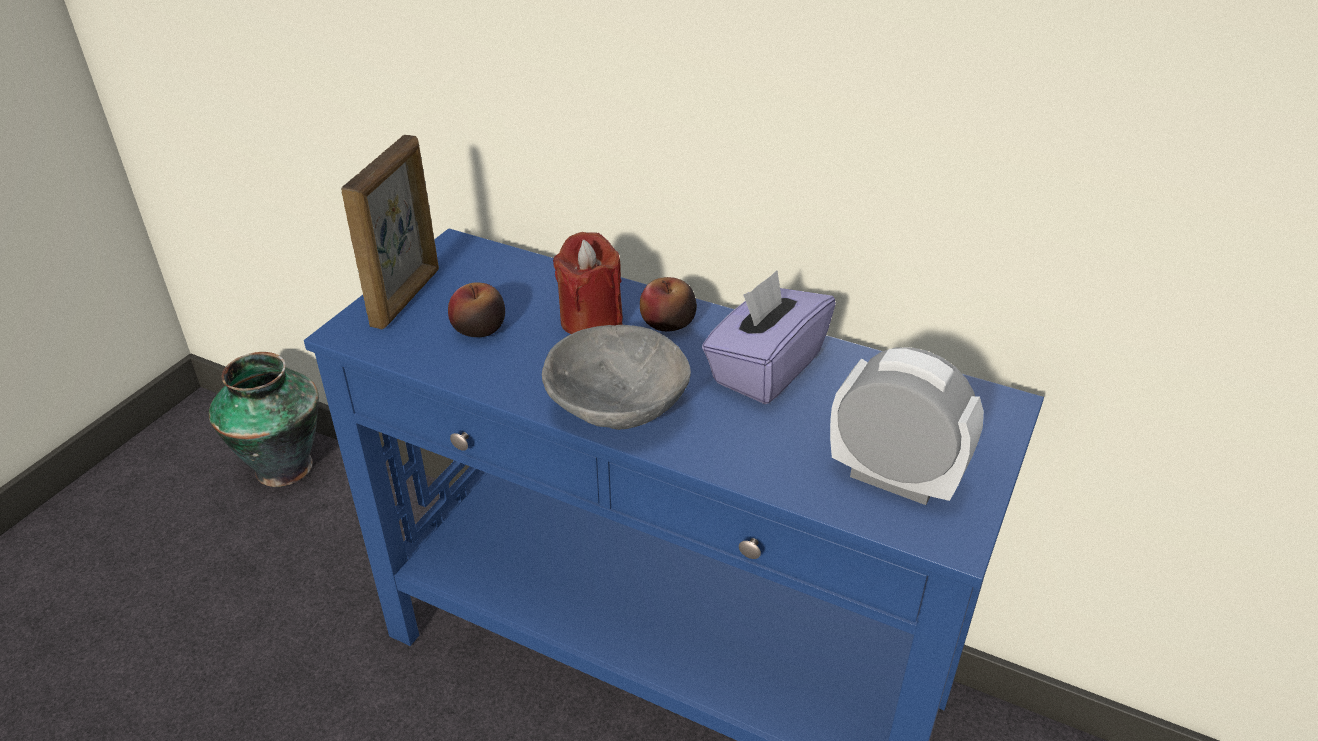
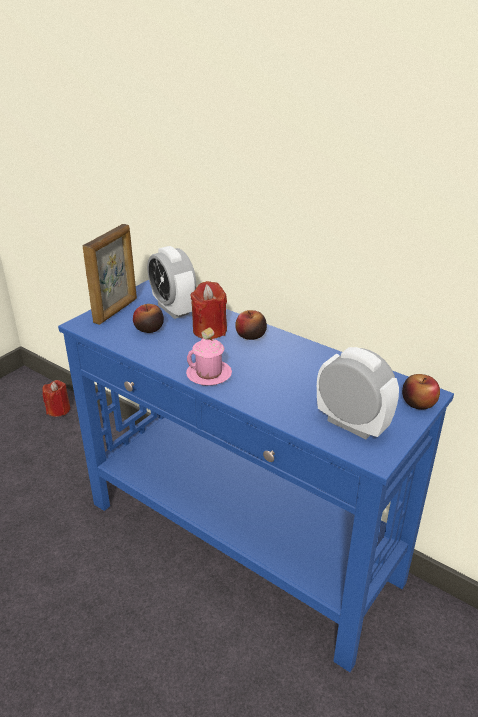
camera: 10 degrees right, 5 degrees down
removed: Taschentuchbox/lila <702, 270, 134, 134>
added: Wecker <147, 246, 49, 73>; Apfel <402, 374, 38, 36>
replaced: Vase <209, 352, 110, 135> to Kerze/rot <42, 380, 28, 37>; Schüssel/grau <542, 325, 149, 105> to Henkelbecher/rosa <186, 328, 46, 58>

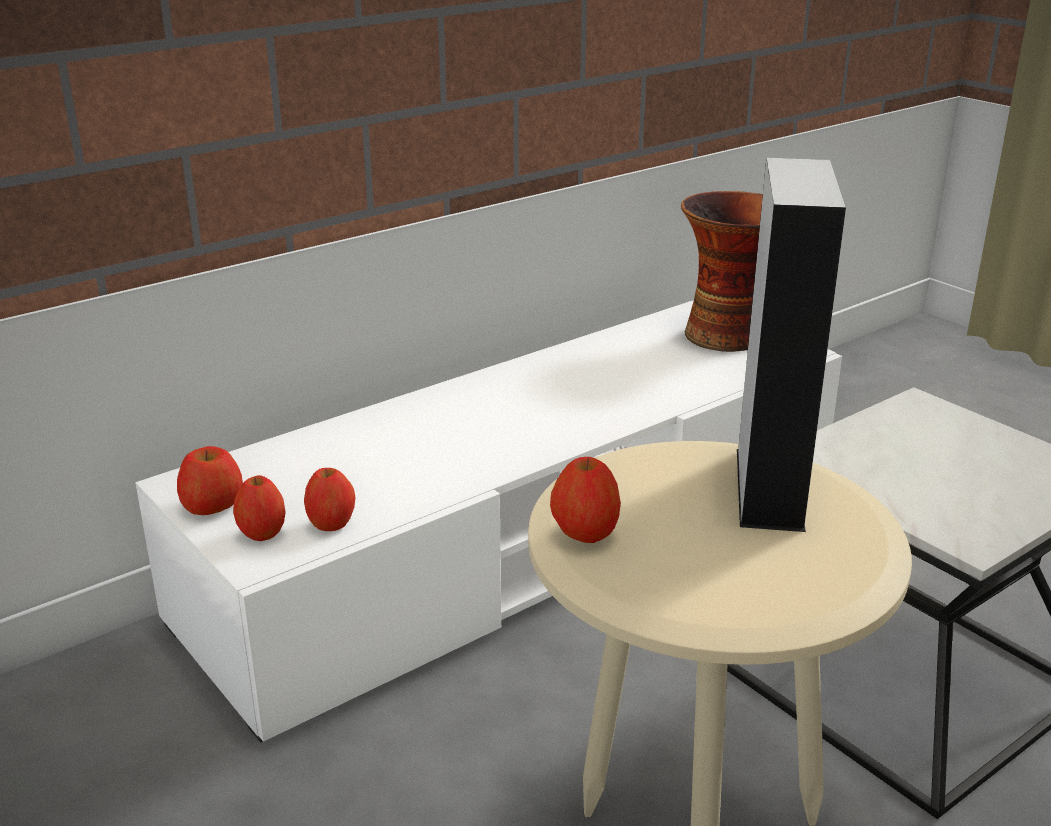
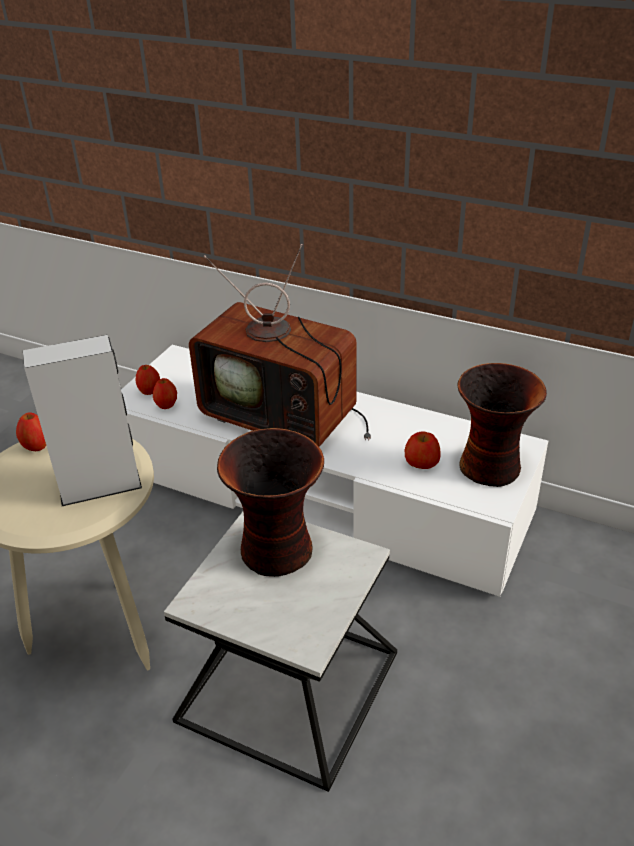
camera: 65 degrees right, 10 degrees up
added: Fernseher <189, 244, 182, 203>; Vase <217, 428, 107, 149>
moved: Apfel <177, 446, 66, 69> to <405, 432, 36, 37>

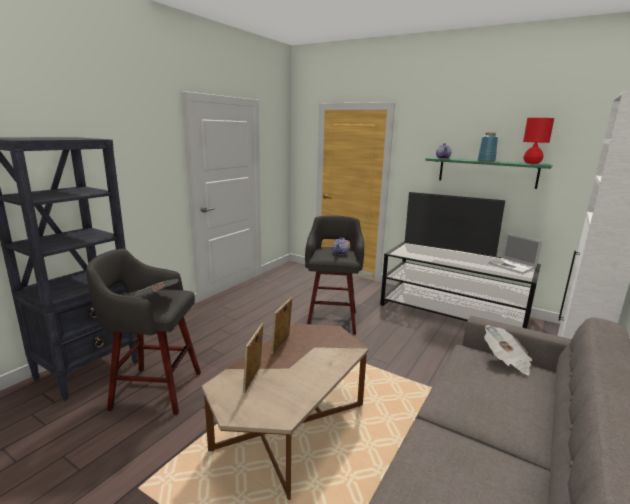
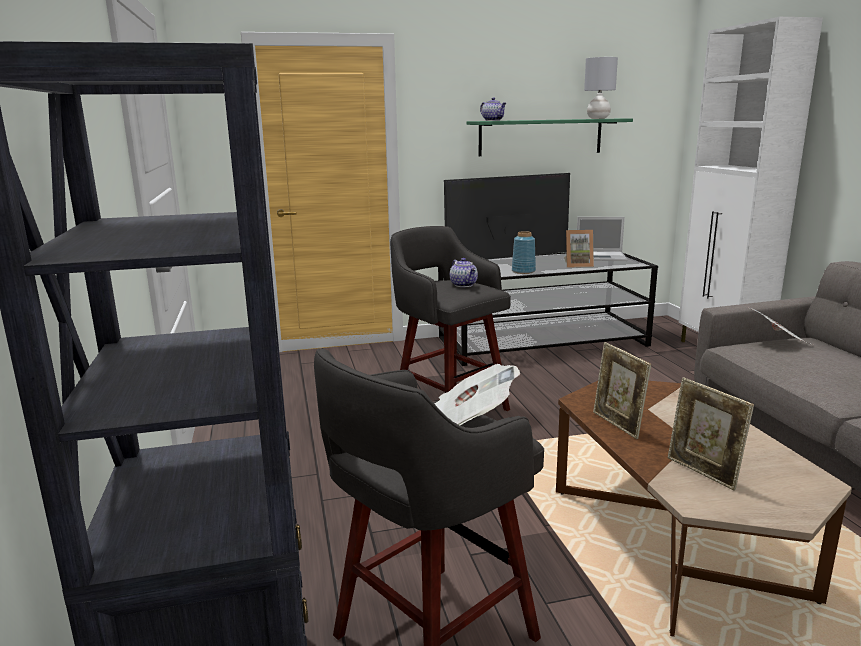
camera: 45 degrees left, 0 degrees up
added: Bilderrahmen <564, 230, 30, 38>
moved: Vase/blau <478, 132, 20, 30> to <512, 231, 24, 43>
recoloured: Tischlampe/rot <523, 118, 31, 46> to Tischlampe/grau <584, 57, 34, 62>

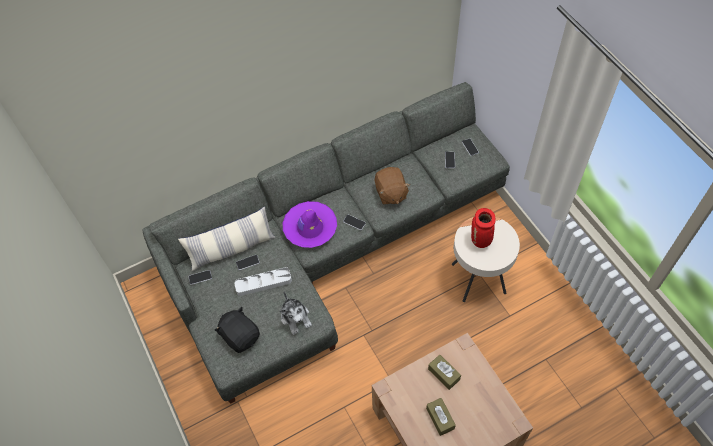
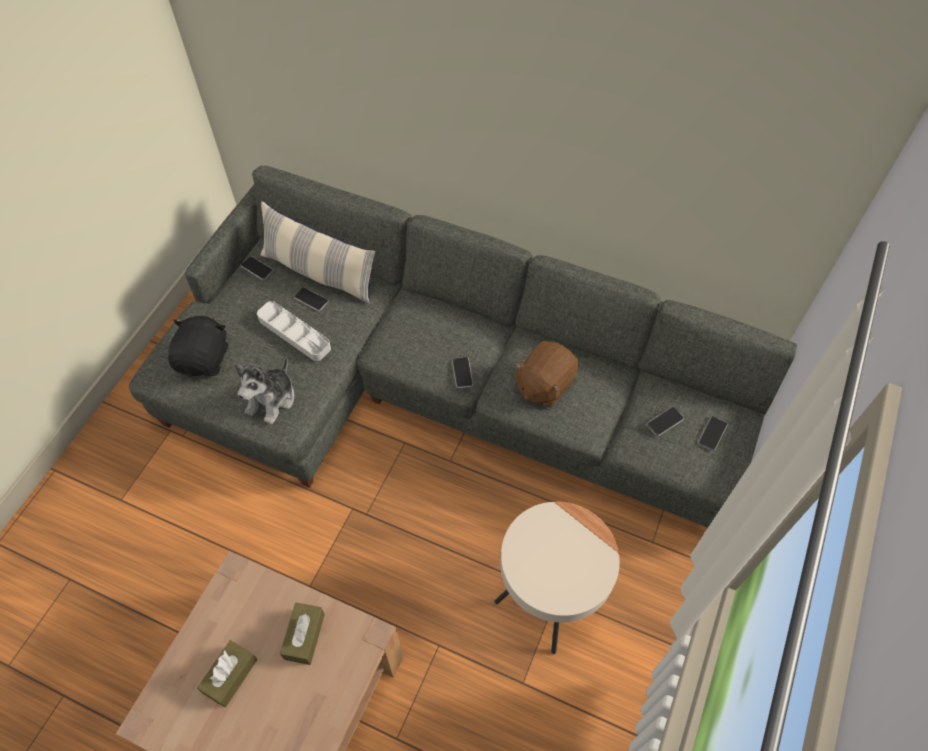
camera: 50 degrees right, 0 degrees up
removed: Hut/lila <283, 201, 54, 47>; Vase/rot <471, 208, 25, 40>

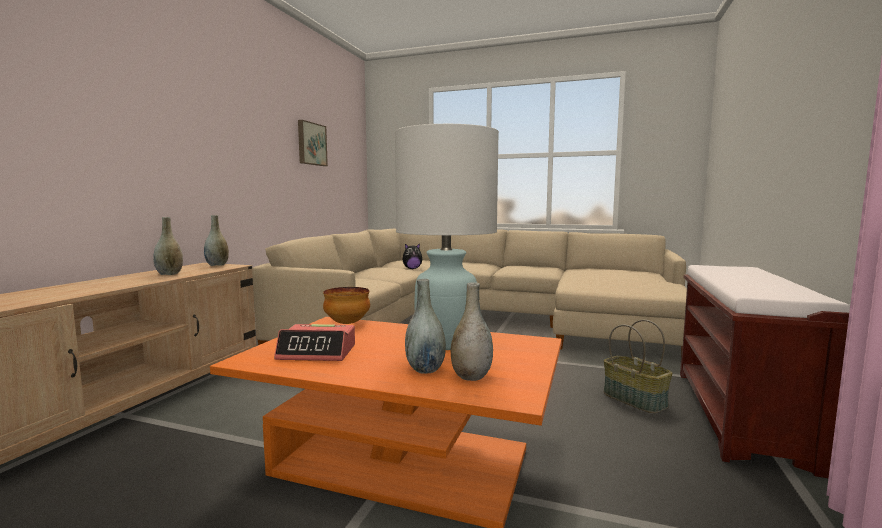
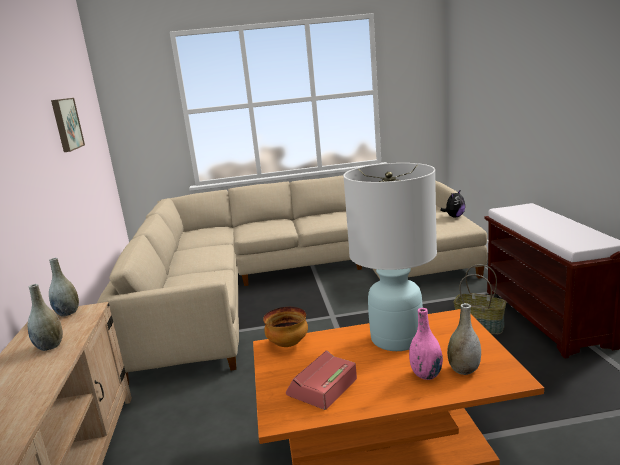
camera: 25 degrees left, 10 degrees up
moved: Plüschtier <403, 244, 19, 25> to <441, 189, 24, 28>
recoloured: Vase/grau <405, 279, 41, 95> to Vase/rosa <409, 308, 34, 72>
turned: Wecker <274, 324, 81, 37> = <286, 350, 71, 60> 150 degrees clockwise

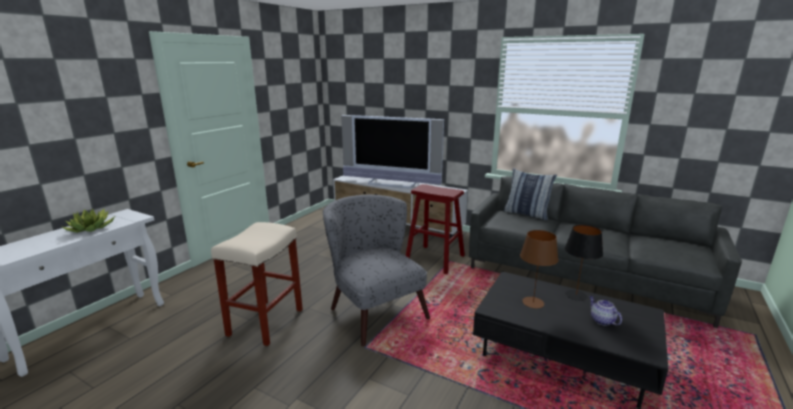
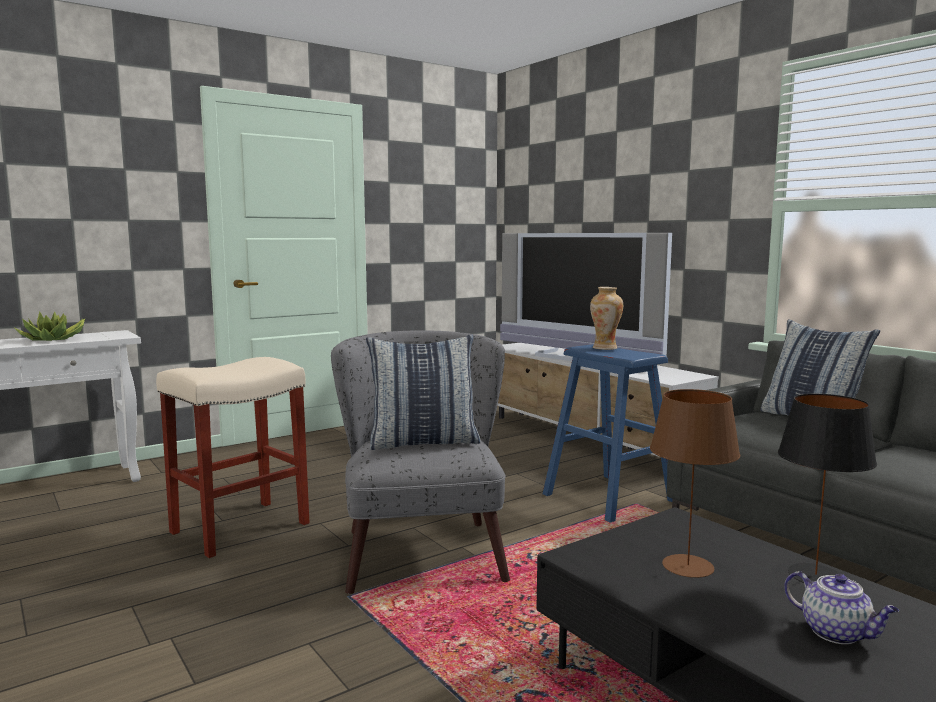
camera: 25 degrees right, 10 degrees down
added: Kissen <366, 335, 114, 115>; Vase <590, 287, 33, 63>
recoloured: Hocker/rot <406, 184, 59, 90> to Hocker/blau <543, 344, 129, 179>
turned: Teekanne <589, 296, 33, 30> = <784, 571, 115, 73> 135 degrees clockwise

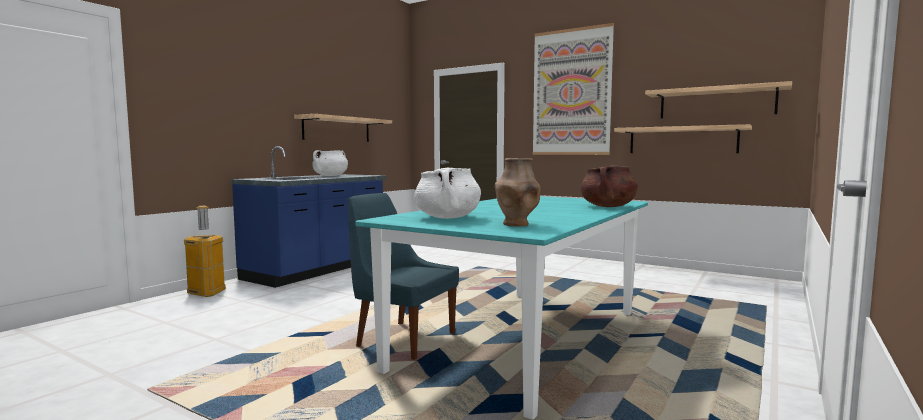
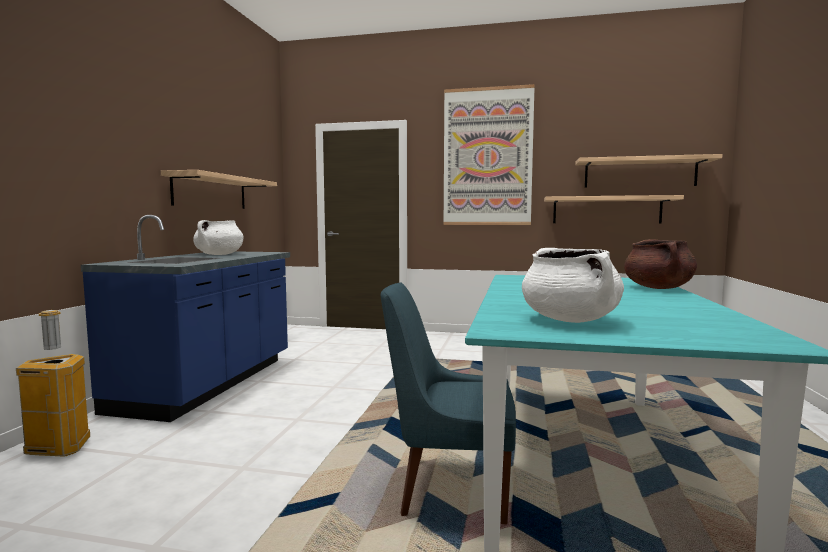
camera: 20 degrees left, 0 degrees up
removed: Vase/braun <495, 158, 45, 69>

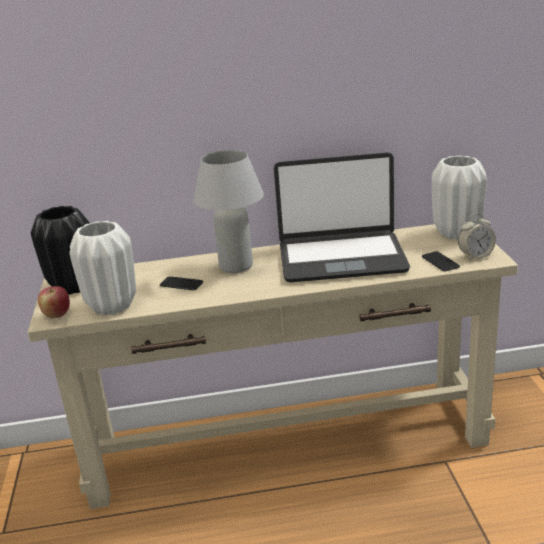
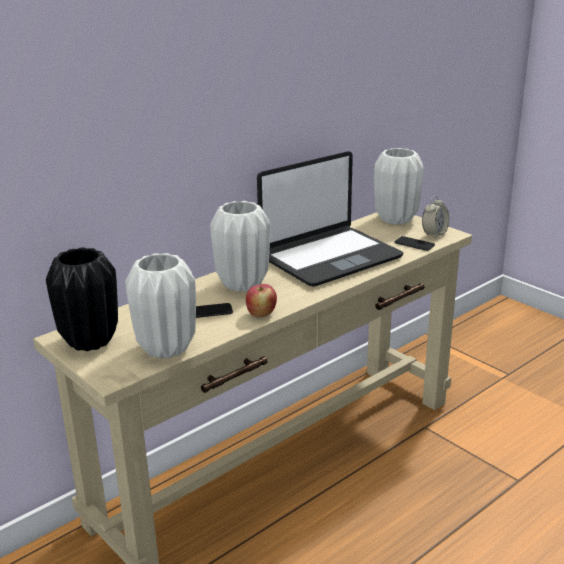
camera: 35 degrees left, 0 degrees up
moved: Apfel <38, 286, 32, 32> to <246, 284, 31, 33>
replaced: Tischlampe/weiß <193, 150, 71, 123> to Vase/weiß <210, 201, 60, 91>

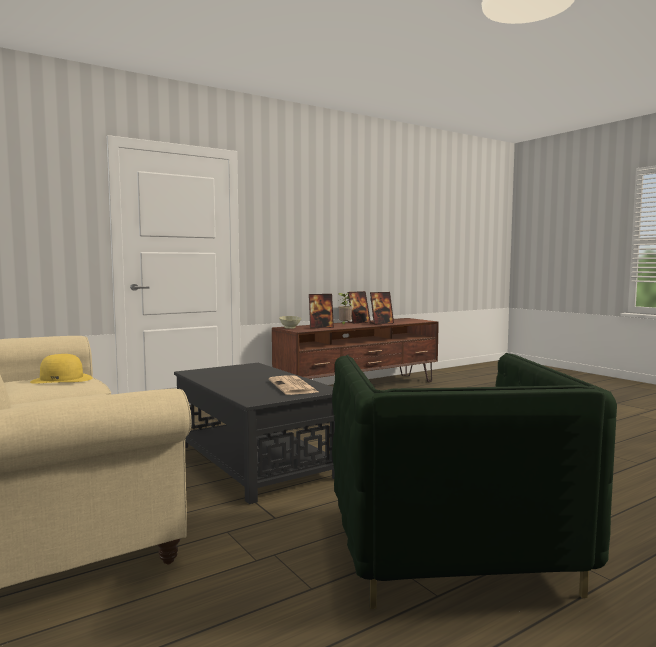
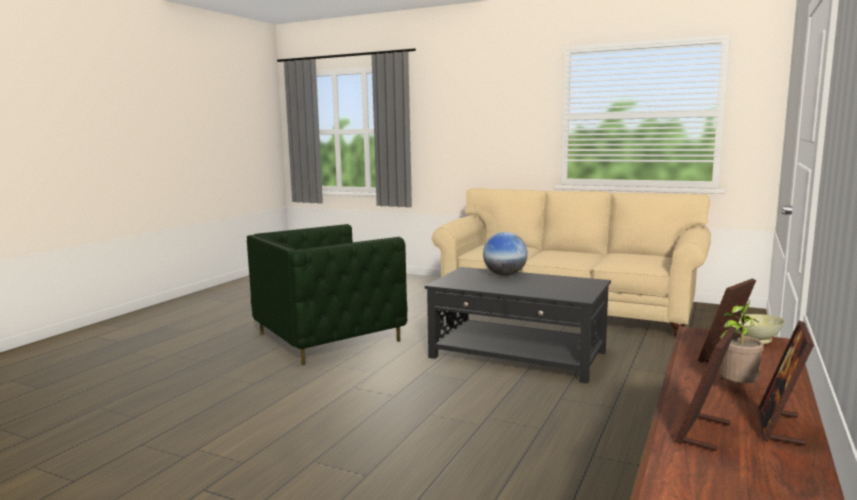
camera: 150 degrees right, 5 degrees up
removed: Hut/gelb <30, 354, 63, 30>; Zeitung <269, 376, 49, 19>
added: Globus <483, 232, 45, 44>
turned: Sessel/grün <332, 353, 285, 256> = <247, 224, 161, 141> 90 degrees counterclockwise

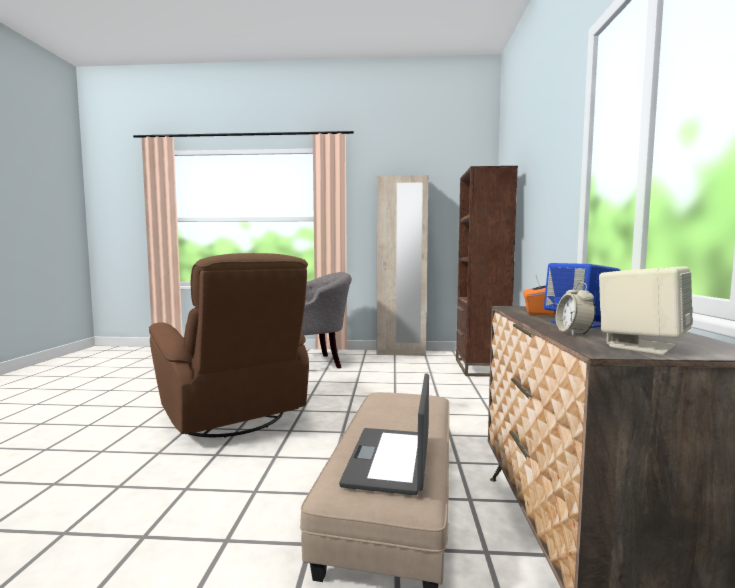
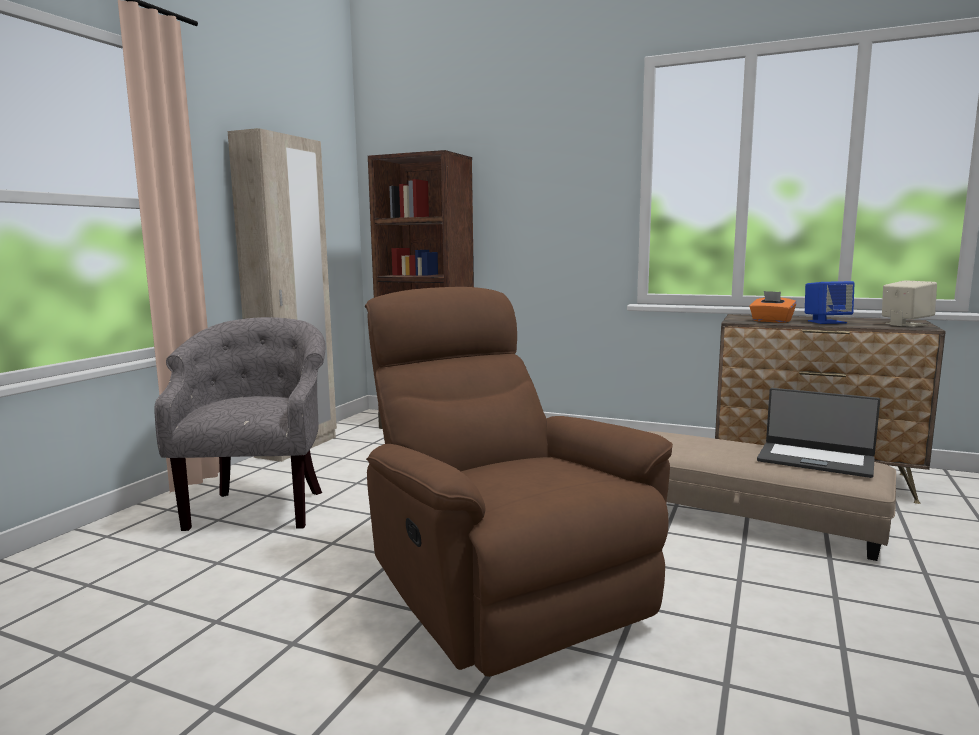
camera: 70 degrees left, 5 degrees up
removed: Wecker <556, 282, 40, 53>
turned: Sessel/braun <149, 253, 160, 185> = <365, 287, 308, 390> 105 degrees counterclockwise

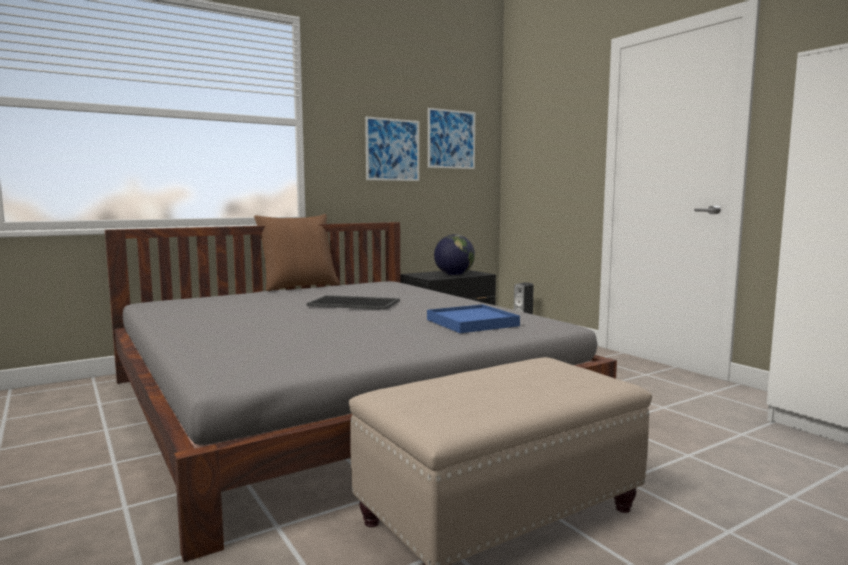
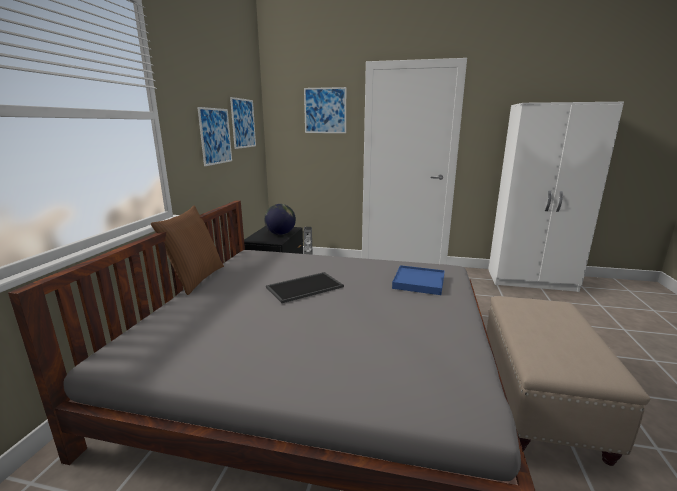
camera: 45 degrees left, 10 degrees up
added: Bild <304, 87, 42, 46>

